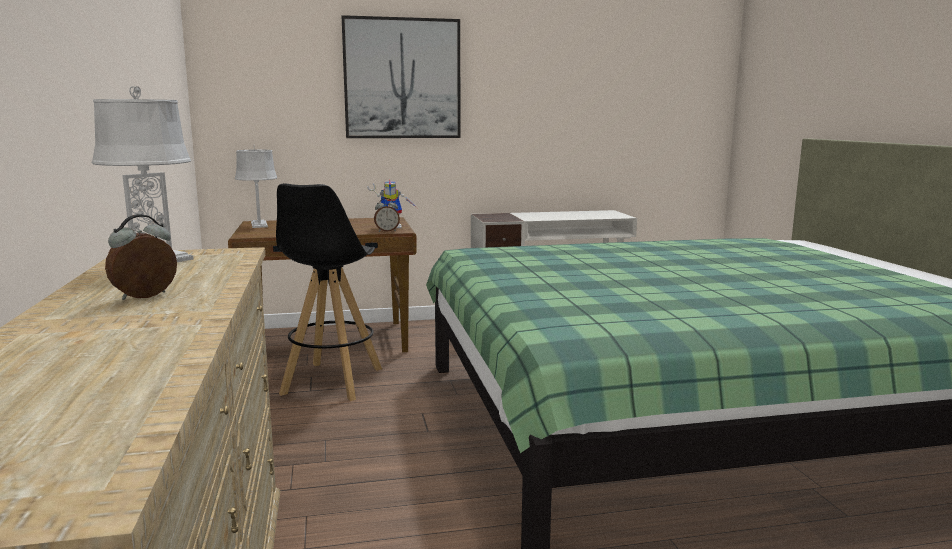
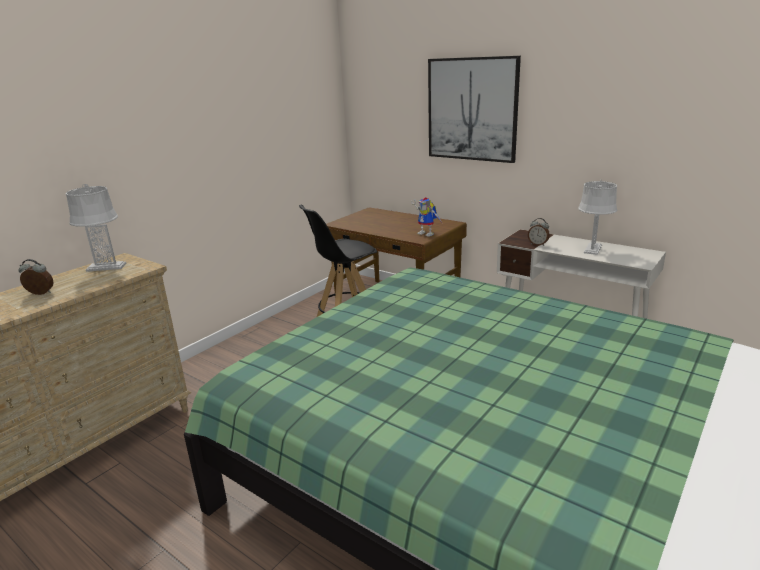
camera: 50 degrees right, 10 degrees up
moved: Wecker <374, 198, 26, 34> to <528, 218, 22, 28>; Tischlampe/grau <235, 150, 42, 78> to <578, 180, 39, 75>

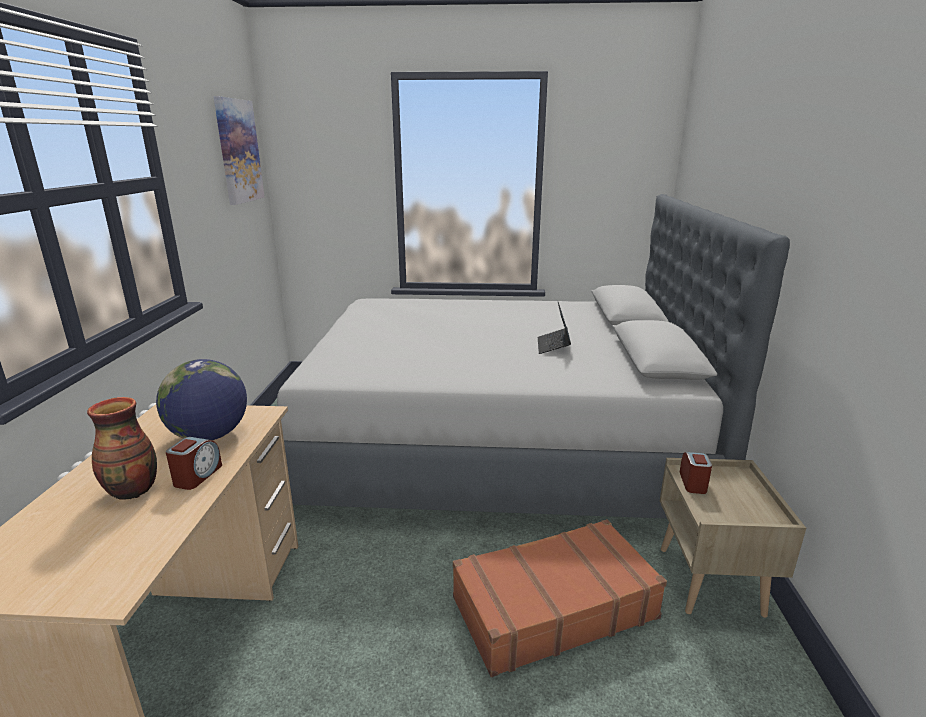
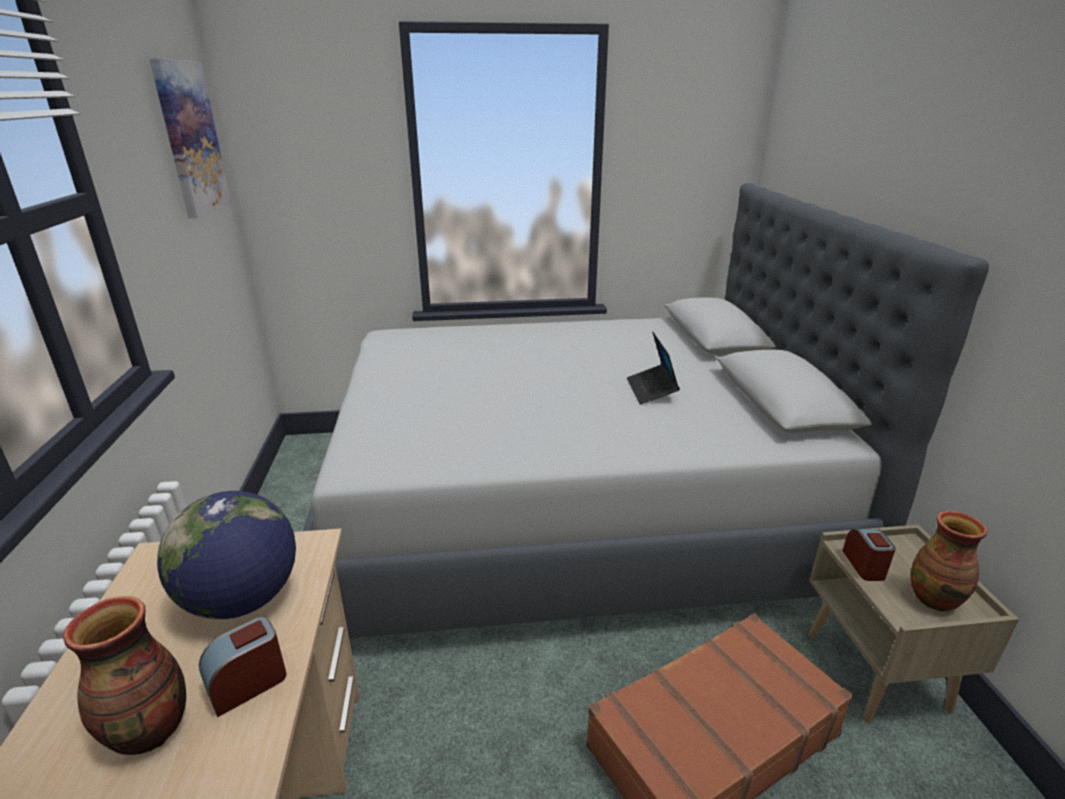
camera: 10 degrees left, 5 degrees up
added: Vase <911, 511, 77, 101>
turned: Wecker <166, 437, 56, 53> = <199, 617, 87, 100> 135 degrees counterclockwise

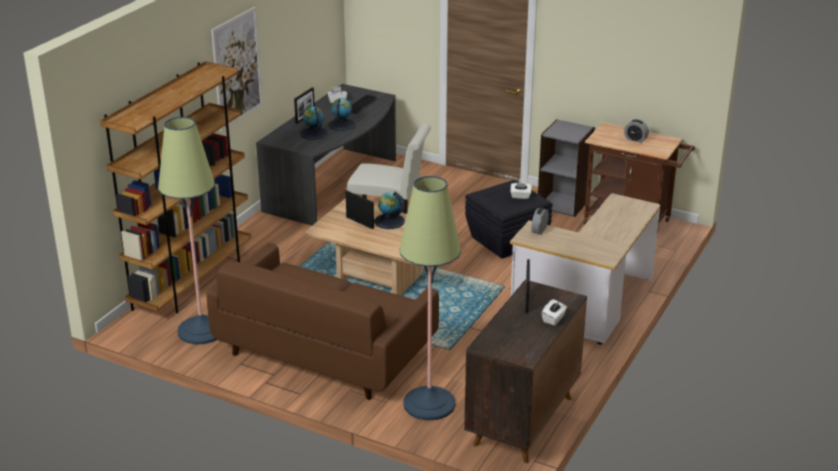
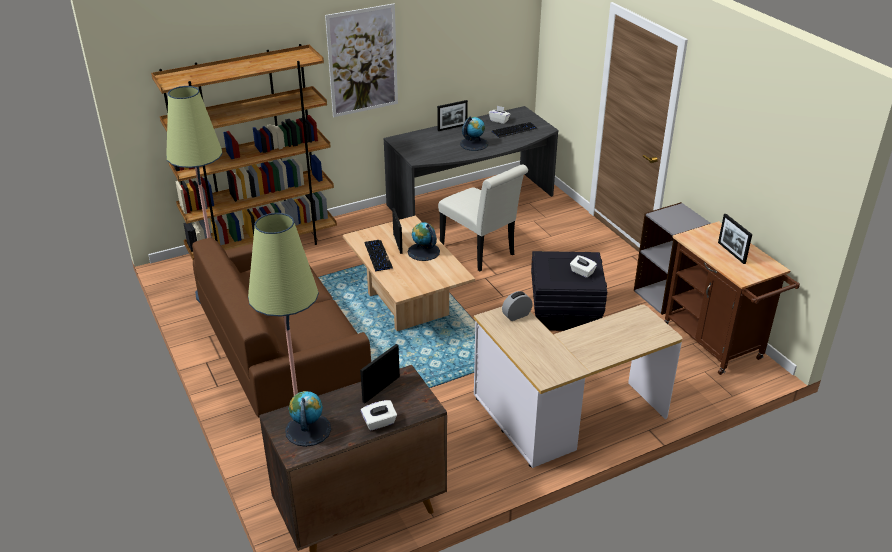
camera: 35 degrees right, 5 degrees up
added: Tastatur <365, 240, 28, 32>
moved: Globus <300, 107, 28, 33> to <285, 391, 46, 56>
replaced: Wecker <624, 119, 25, 24> to Bilderrahmen <718, 214, 34, 50>

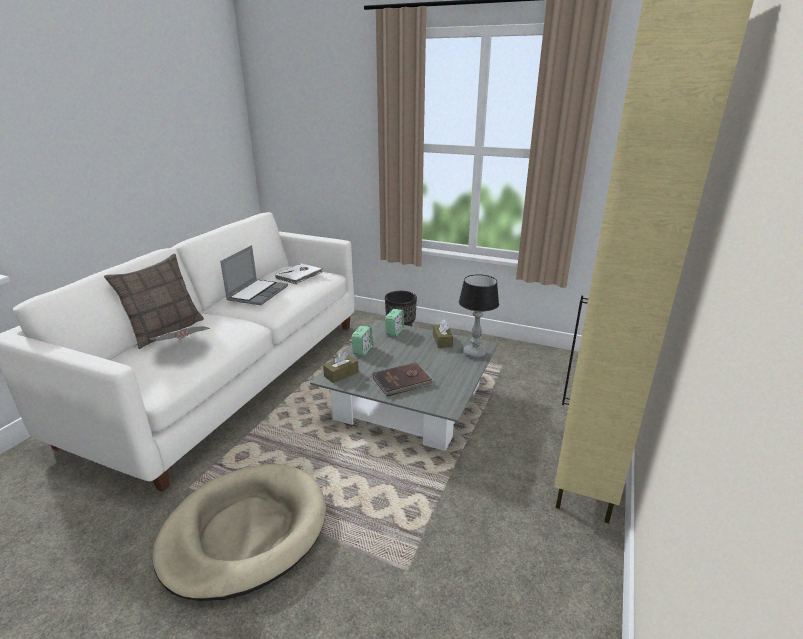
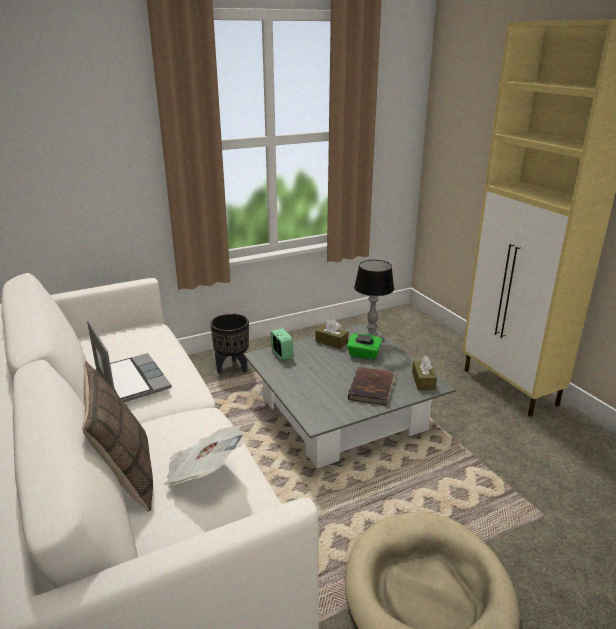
camera: 50 degrees left, 0 degrees up
removed: Buch/weiß <275, 263, 49, 21>; Wecker <352, 326, 21, 30>
added: Taschentuchbox/grün <347, 333, 35, 27>
moved: Taschentuchbox/braun <323, 352, 36, 31> to <412, 356, 25, 34>

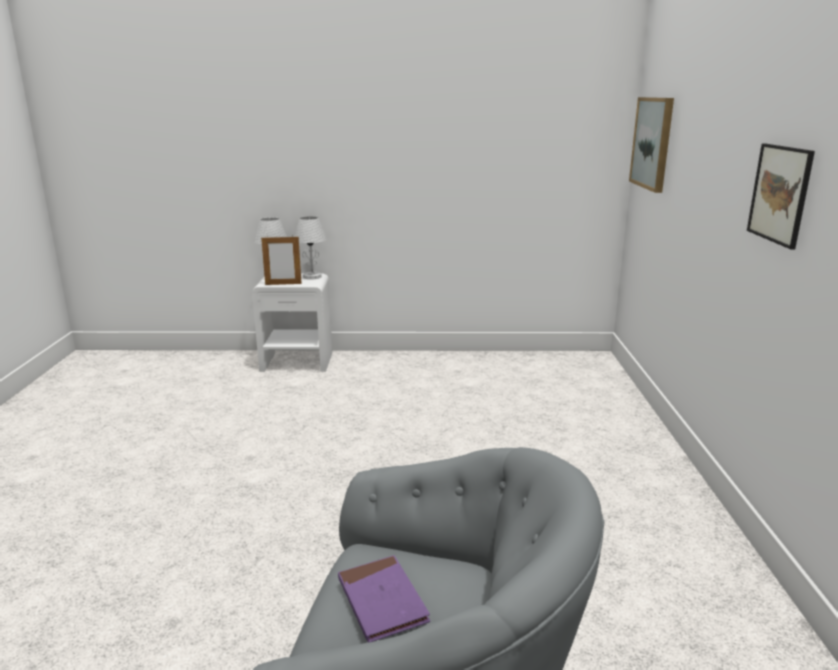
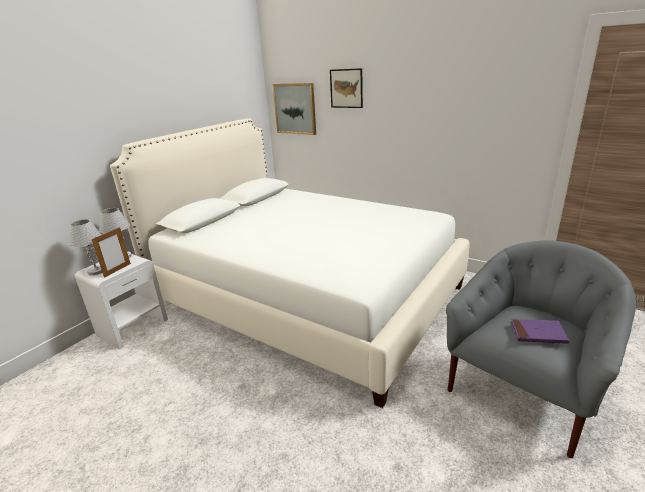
camera: 55 degrees left, 5 degrees up
added: Bett/weiß <110, 118, 359, 290>
moved: Bild <747, 144, 68, 105> to <330, 68, 33, 40>

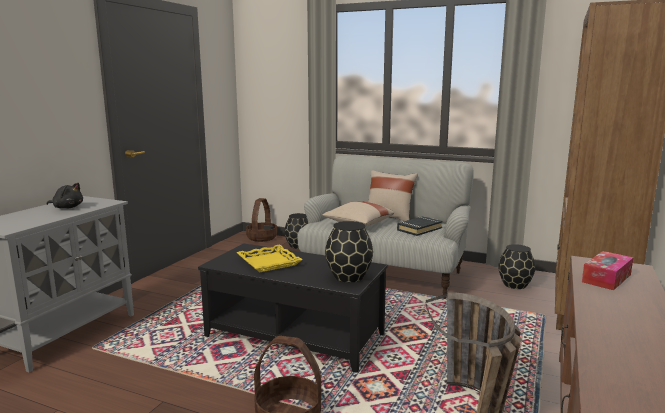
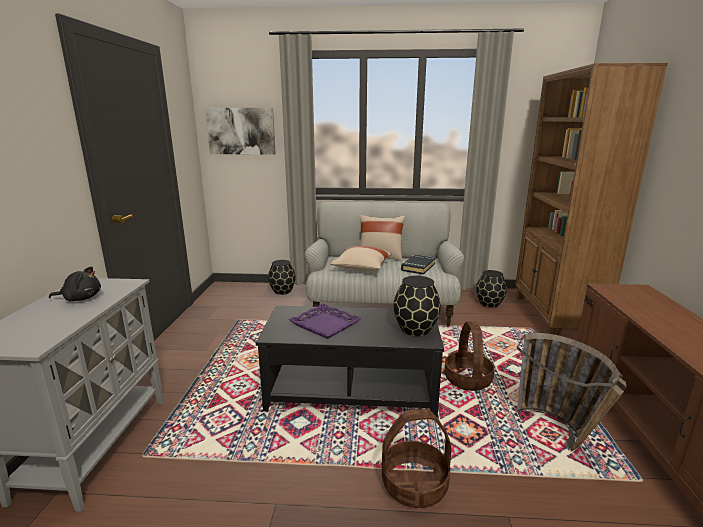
camera: 20 degrees left, 5 degrees up
removed: Taschentuchbox <582, 251, 51, 39>
added: Bild <205, 108, 71, 47>
moved: Korb <246, 198, 31, 44> to <444, 321, 51, 70>
recoloured: Tablett/gelb <237, 244, 66, 28> to Tablett/lila <288, 303, 73, 36>

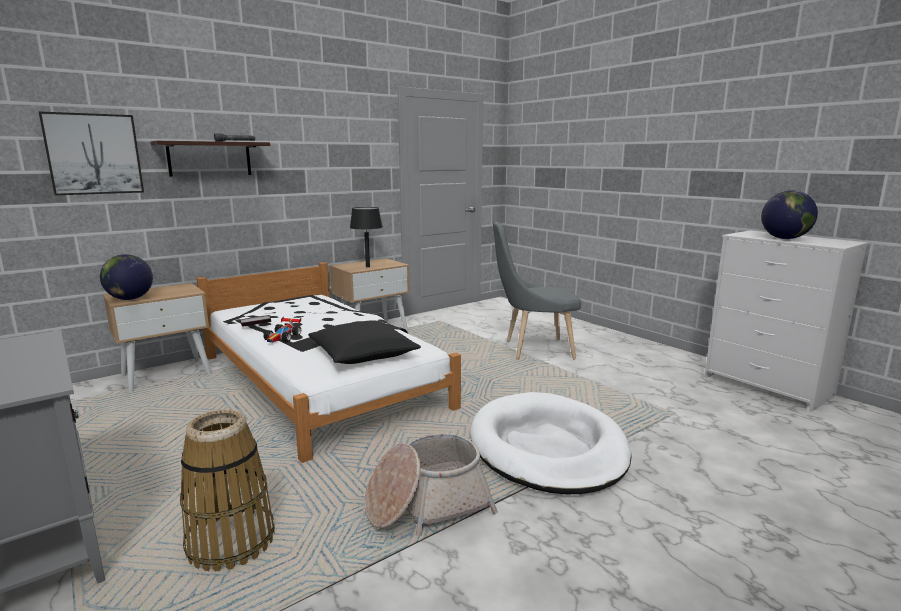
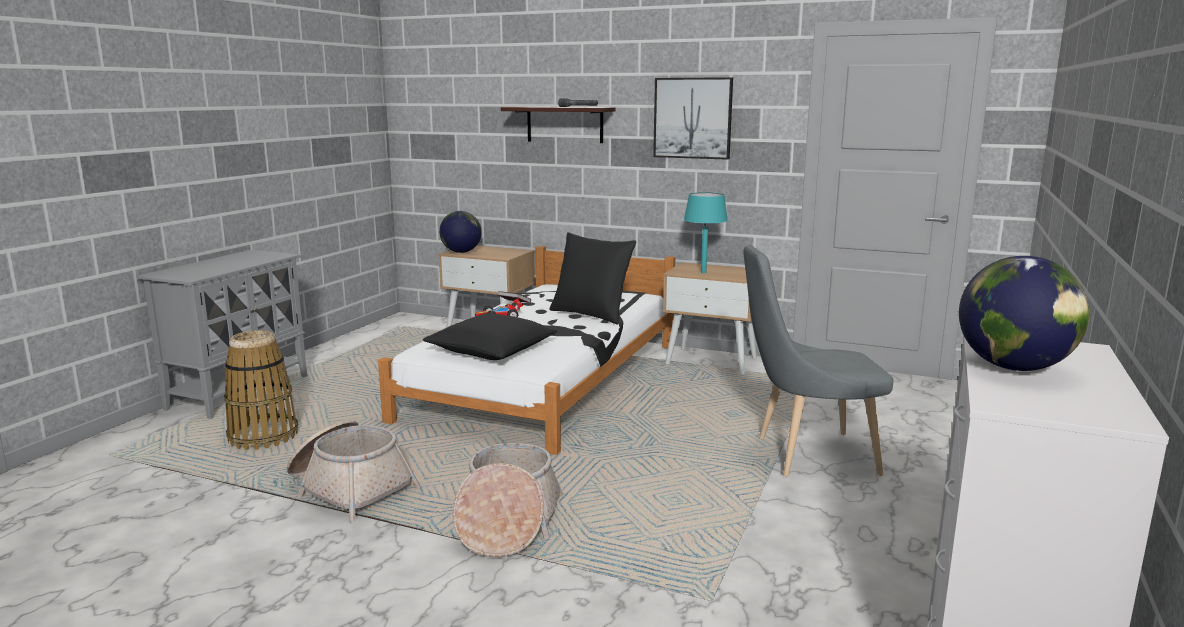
camera: 60 degrees right, 0 degrees up
added: Kissen/schwarz <549, 232, 87, 93>
moved: Bild <39, 111, 105, 84> to <653, 77, 80, 83>
replaced: Hundebett/weiß <470, 392, 162, 102> to Korb <453, 443, 110, 114>
recoloured: Tischlampe/schwarz <350, 207, 33, 60> to Tischlampe/türkis <684, 192, 44, 81>
turned: Stuhl/grau <493, 222, 88, 138> = <744, 245, 149, 232> 60 degrees counterclockwise

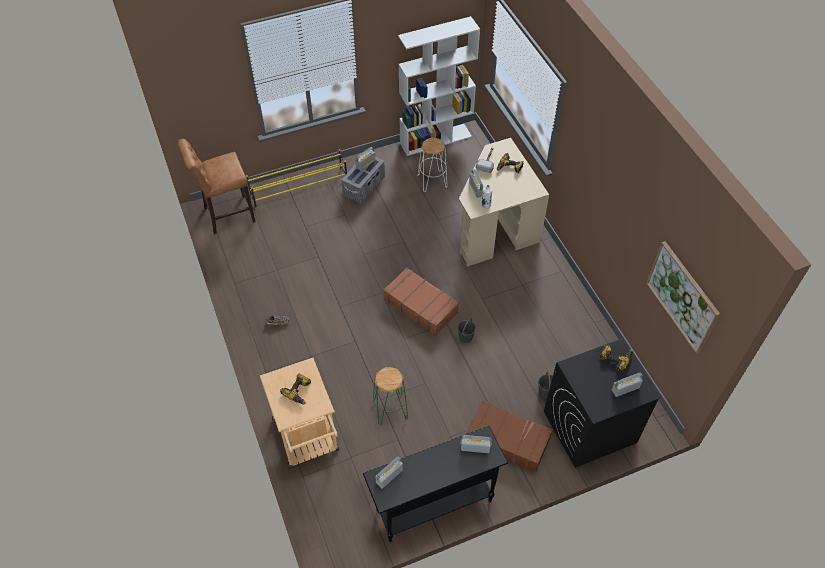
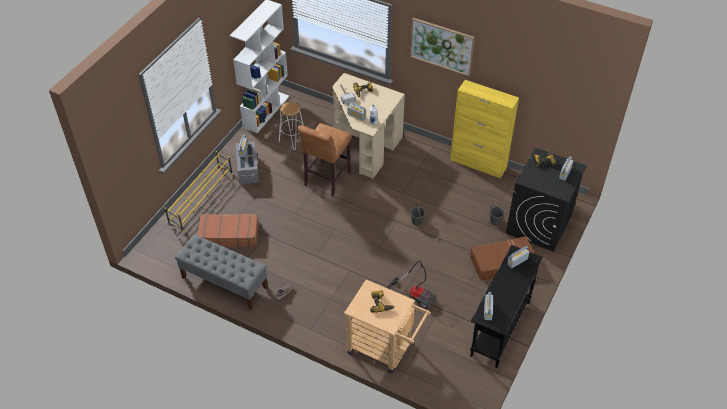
camera: 40 degrees left, 5 degrees down
added: Bank/grau <175, 234, 93, 76>; Schrank/gelb <450, 80, 69, 99>
moved: Koffer/braun <383, 268, 76, 68> to <198, 214, 61, 33>; Hocker/braun <177, 139, 79, 95> to <297, 123, 54, 73>; Bild <646, 241, 74, 113> to <410, 18, 65, 58>
replaced: Hocker/grün <373, 367, 35, 58> to Staubsauger <387, 260, 49, 49>

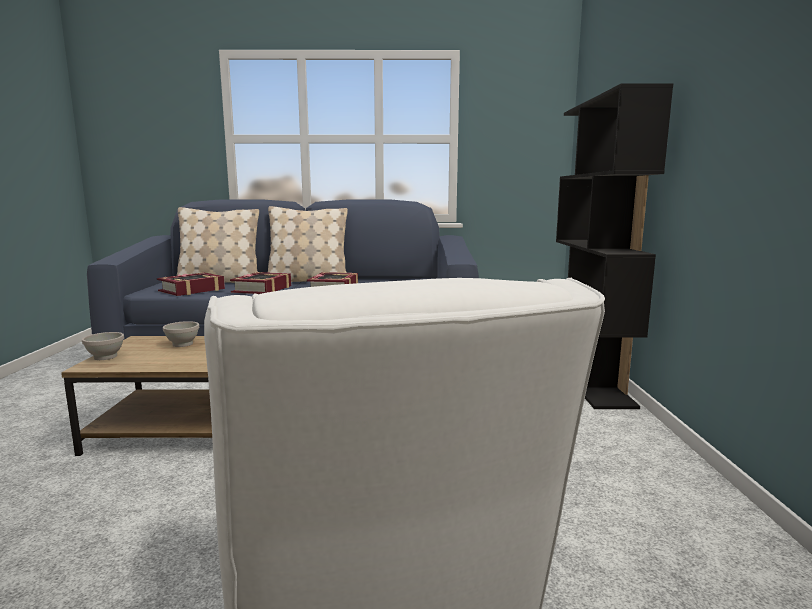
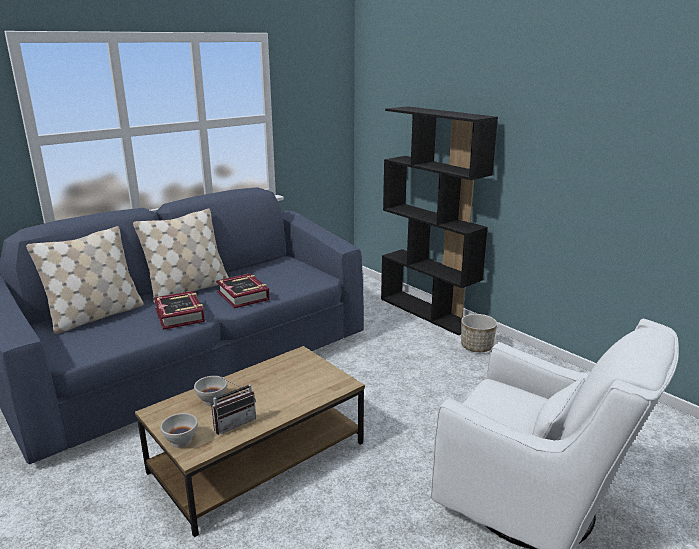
camera: 40 degrees left, 10 degrees up
removed: Buch <157, 272, 68, 24>
added: Radio <211, 376, 45, 59>; Pflanzkübel <461, 314, 36, 38>

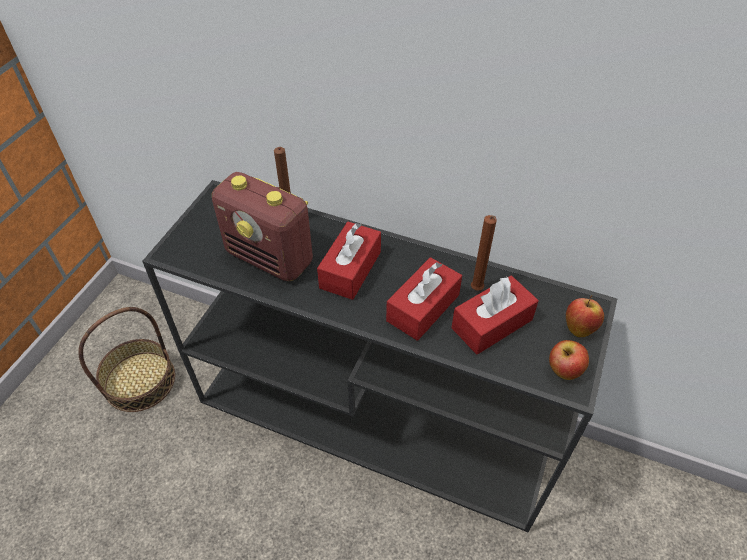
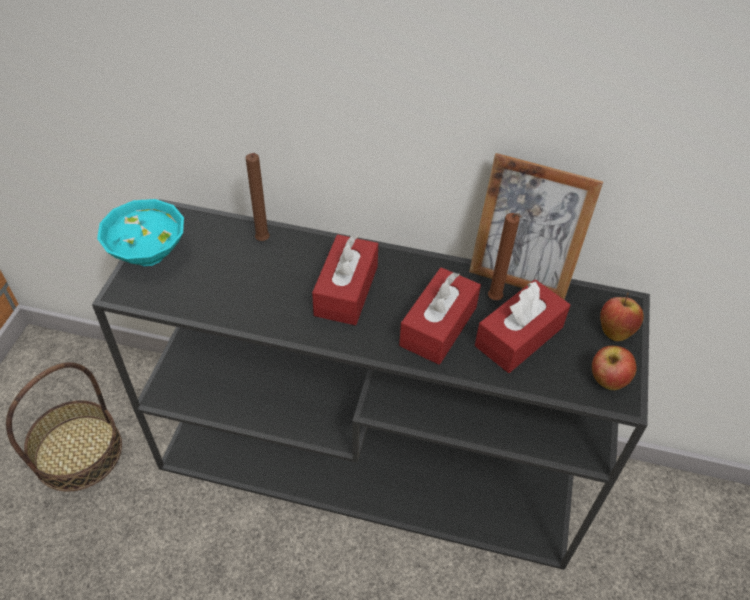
camera: 10 degrees left, 0 degrees up
removed: Radio <212, 172, 101, 109>
added: Schüssel/türkis <97, 199, 87, 67>; Bilderrahmen <469, 153, 134, 147>

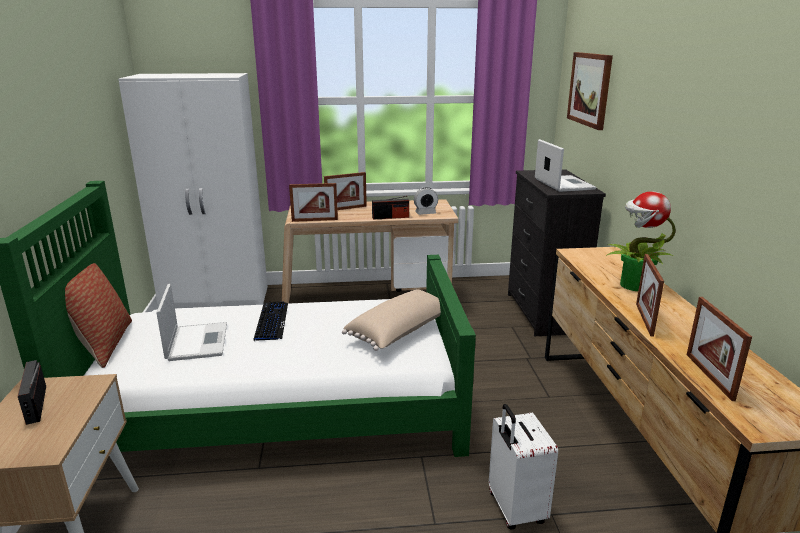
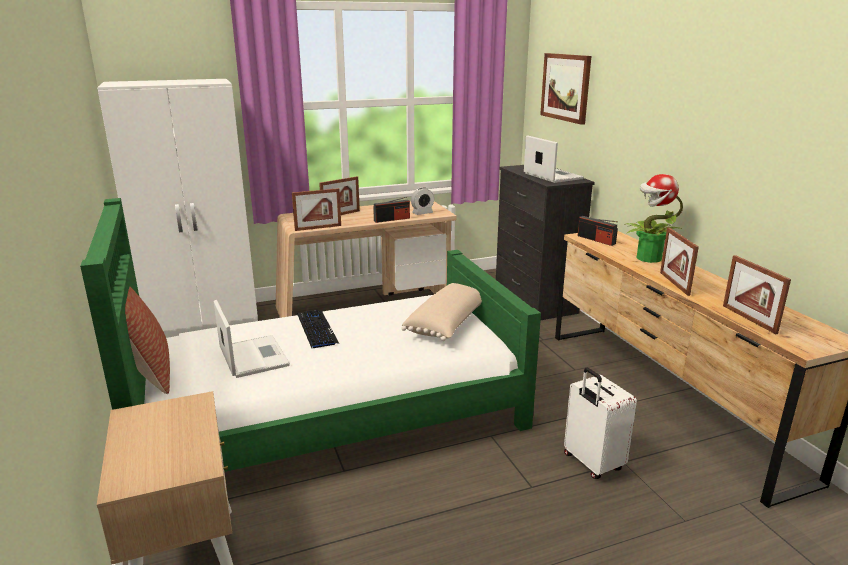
camera: 15 degrees left, 0 degrees up
moved: Radio <18, 360, 28, 65> to <578, 216, 40, 30>

